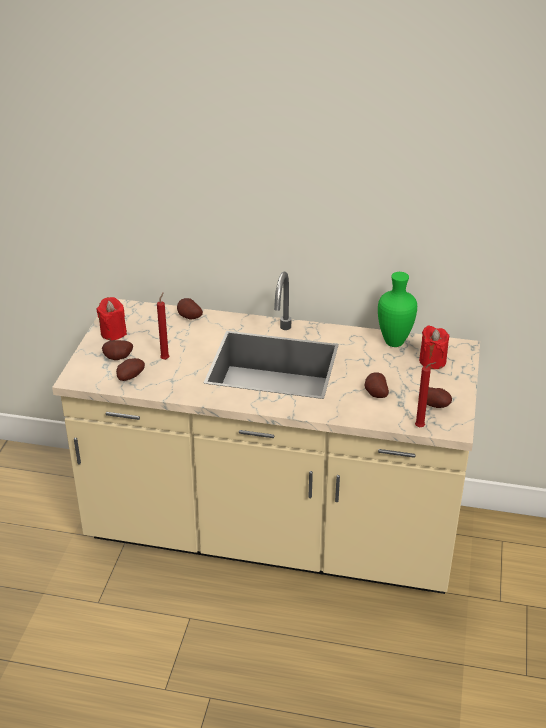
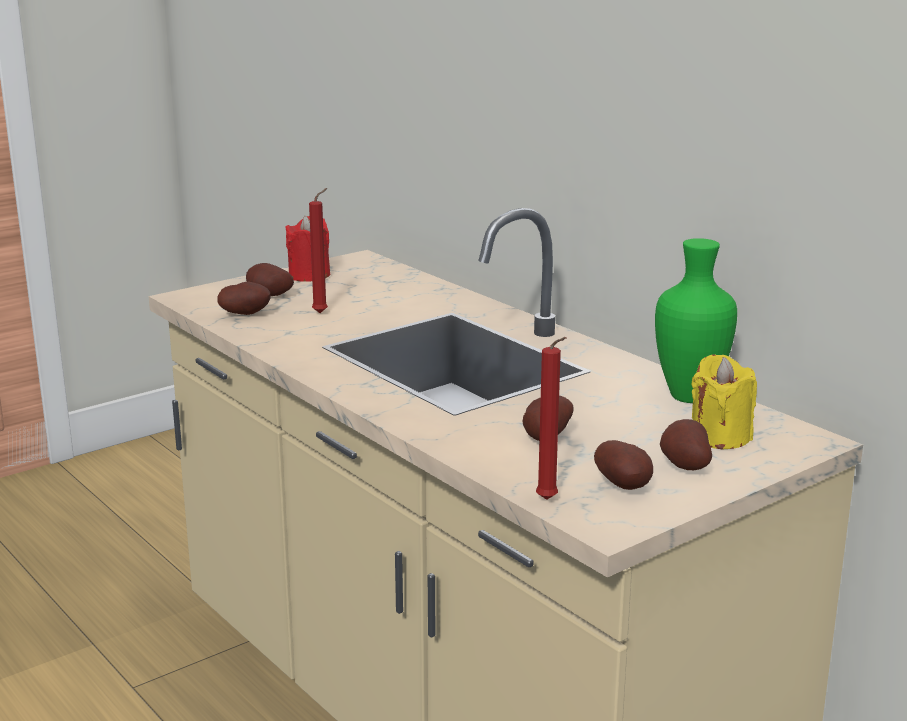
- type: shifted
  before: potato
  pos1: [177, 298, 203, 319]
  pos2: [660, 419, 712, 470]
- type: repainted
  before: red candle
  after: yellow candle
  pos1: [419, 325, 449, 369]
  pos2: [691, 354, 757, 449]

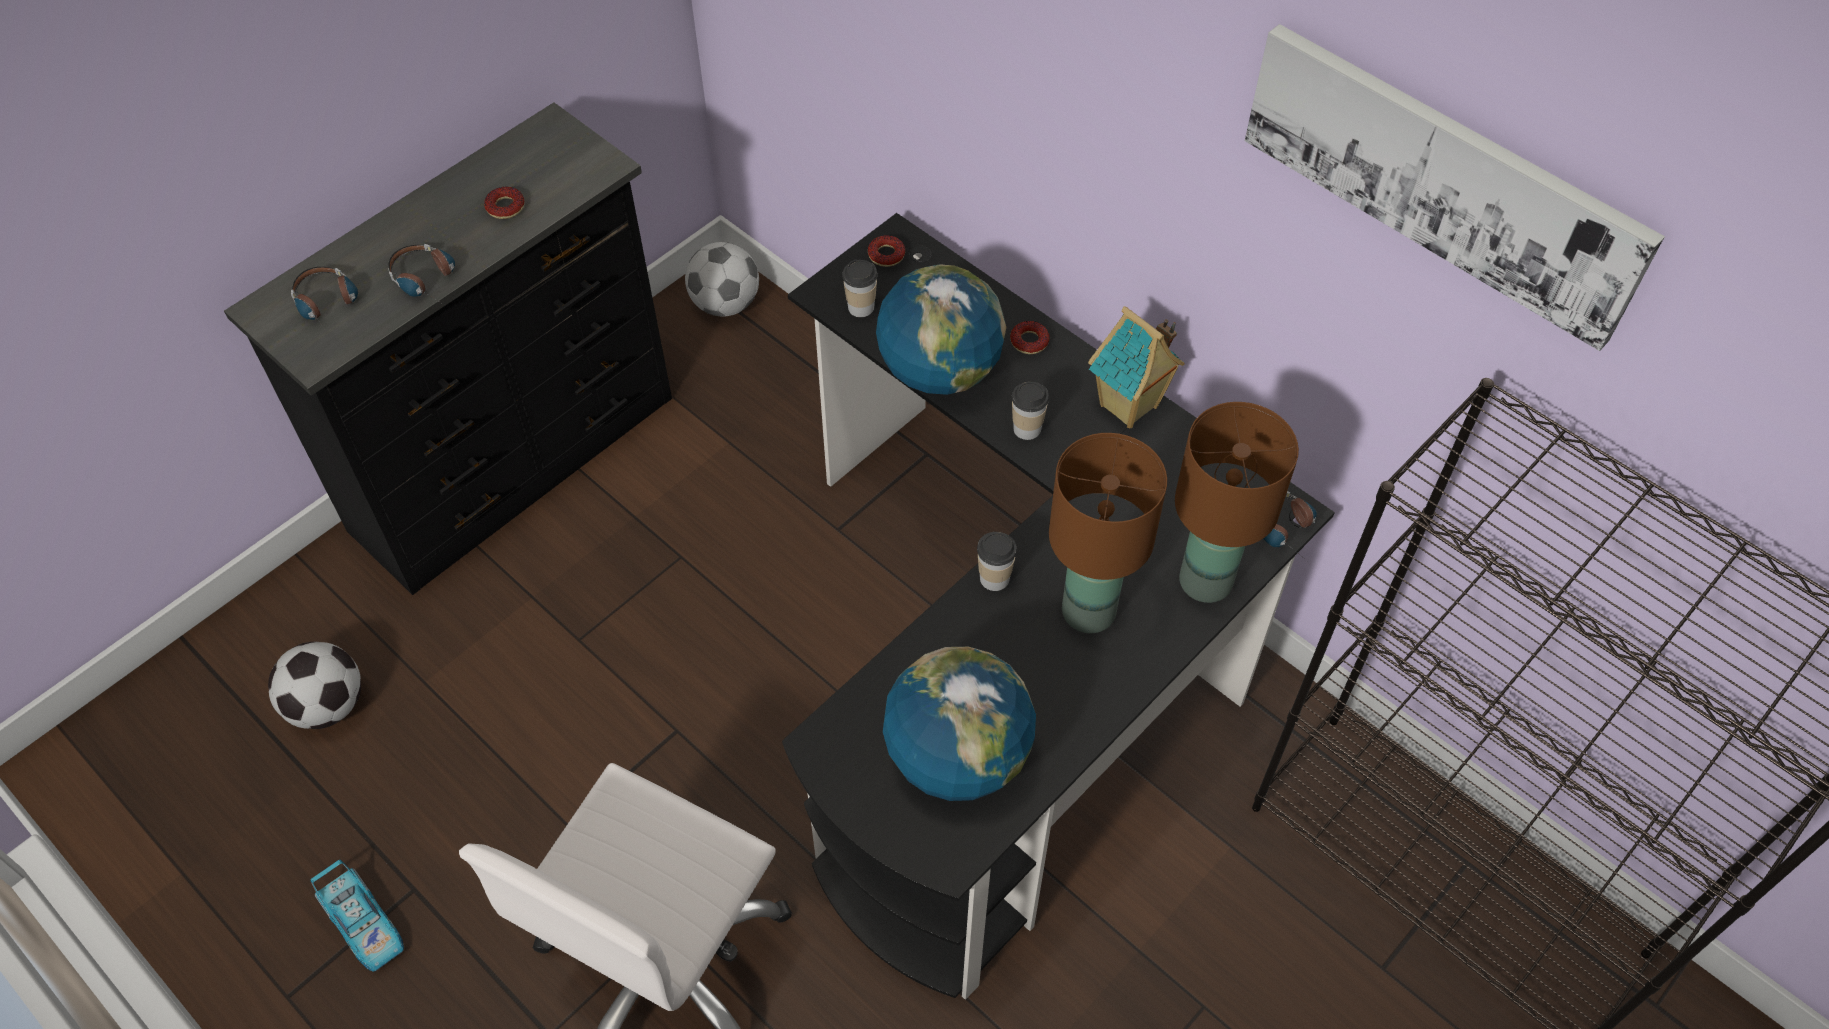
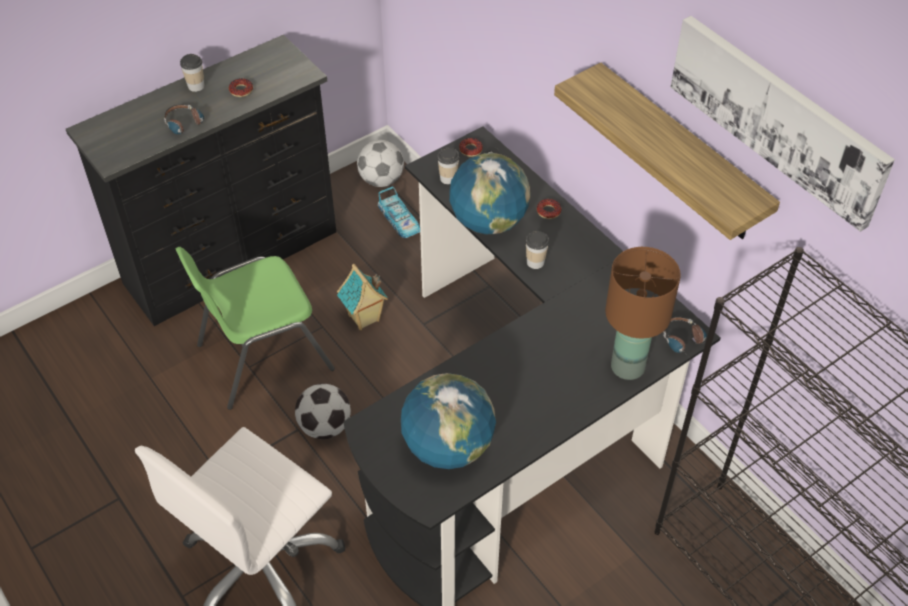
- type: gone
  before: headphones
  pos1: [291, 267, 358, 331]
- type: shifted
  before: toy house
  pos1: [1088, 306, 1185, 428]
  pos2: [337, 264, 388, 330]
- type: gone
  before: brown table lamp
  pos1: [1049, 433, 1167, 634]
- type: shifted
  before: cup
  pos1: [977, 532, 1017, 591]
  pos2: [180, 54, 204, 92]
- type: shifted
  before: football
  pos1: [268, 642, 361, 729]
  pos2: [295, 383, 351, 439]
- type: shifted
  before: toy car
  pos1: [310, 860, 404, 972]
  pos2: [378, 186, 420, 238]
- type: new
  after: shelf
  pos2: [554, 63, 780, 240]
- type: new
  after: green chair
  pos2: [176, 247, 335, 410]

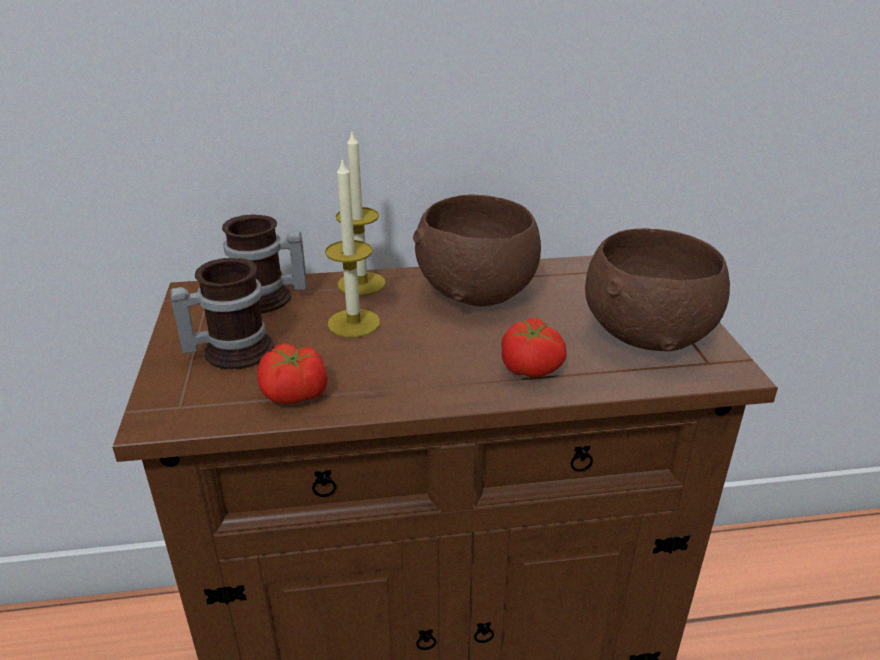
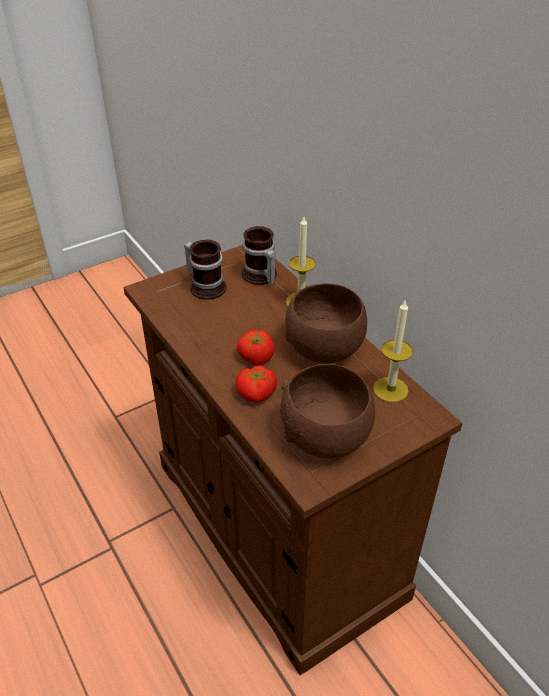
- type: shifted
  before: candle
  pos1: [325, 158, 380, 337]
  pos2: [373, 299, 413, 403]
- type: shifted
  before: tomato
  pos1: [257, 344, 328, 404]
  pos2: [237, 330, 275, 366]

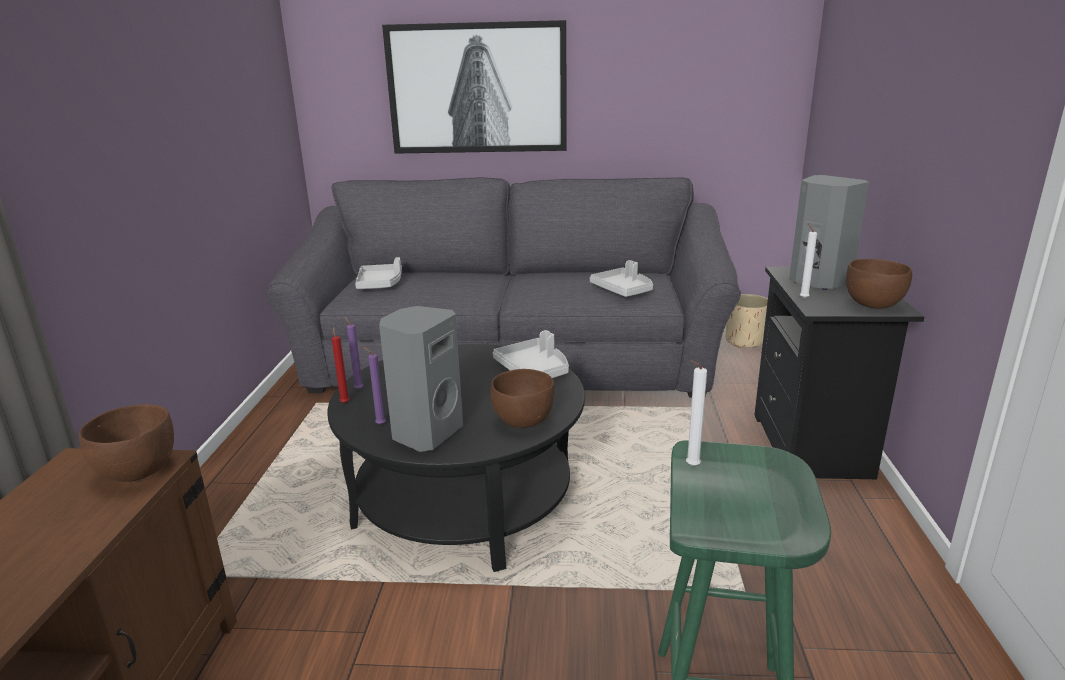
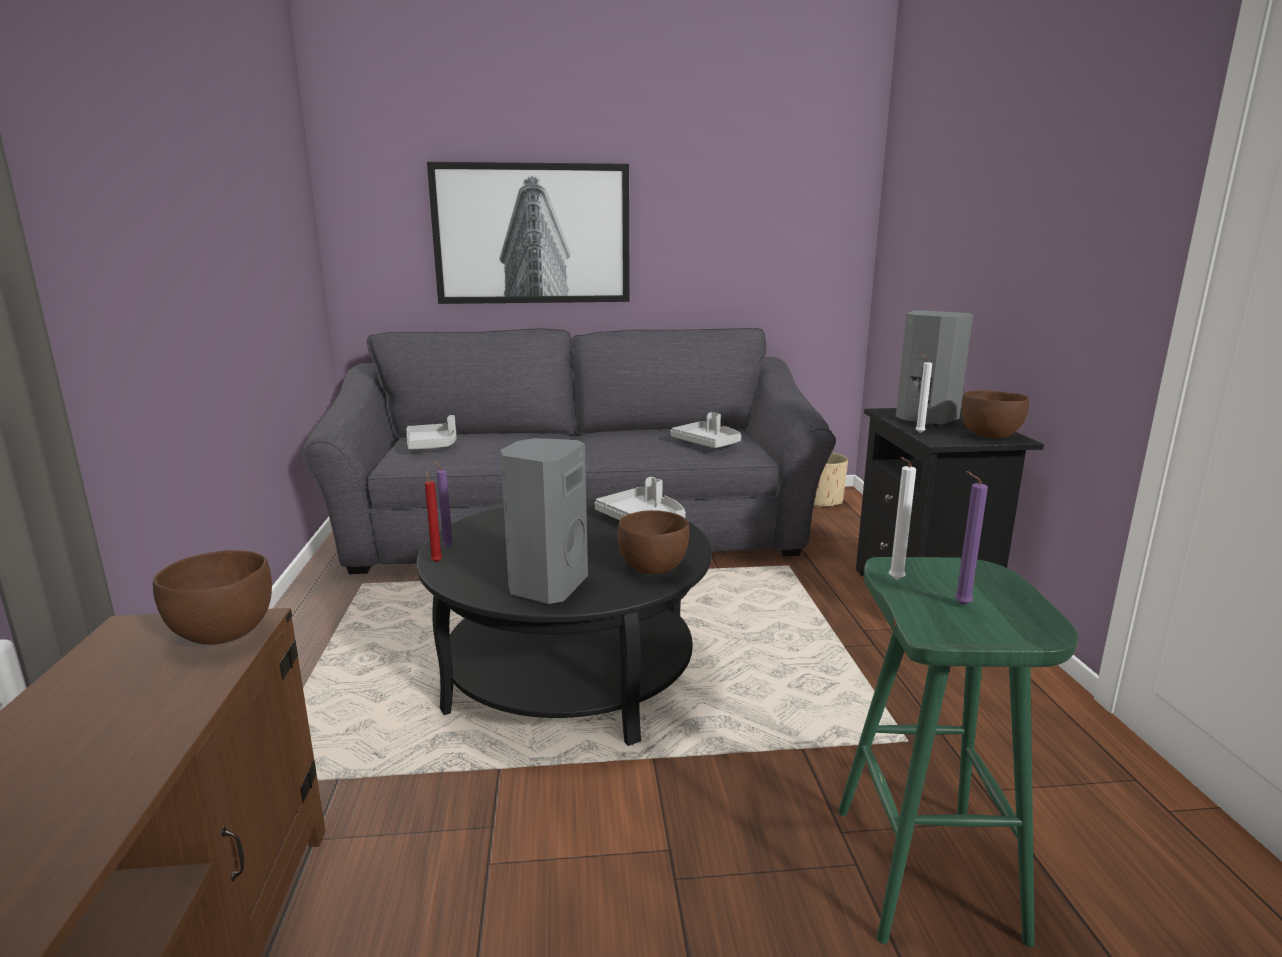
- type: shifted
  before: purple candle
  pos1: [363, 347, 386, 425]
  pos2: [954, 471, 988, 605]

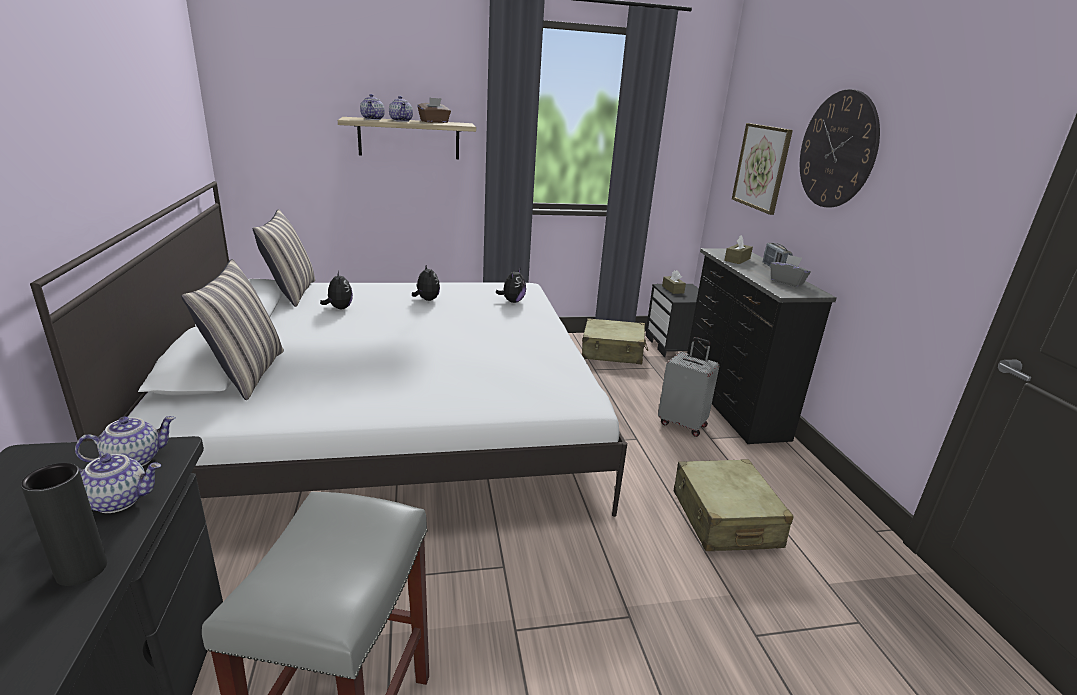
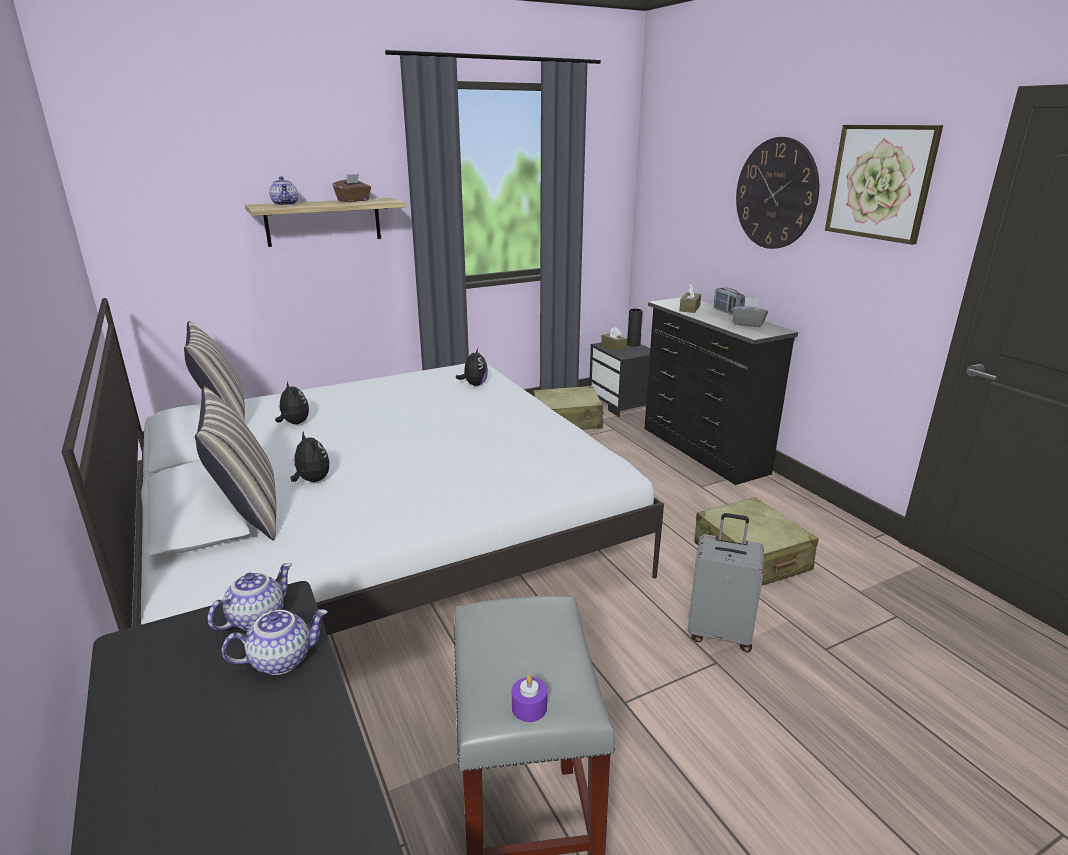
- type: gone
  before: teapot
  pos1: [389, 96, 413, 122]
- type: shifted
  before: picture
  pos1: [732, 123, 793, 215]
  pos2: [825, 125, 943, 245]
- type: shifted
  before: plush toy
  pos1: [412, 264, 440, 301]
  pos2: [291, 432, 330, 482]
- type: shifted
  before: grey suitcase
  pos1: [658, 337, 719, 437]
  pos2: [687, 513, 764, 653]
- type: shifted
  before: black vase
  pos1: [21, 463, 107, 586]
  pos2: [627, 308, 643, 347]
- type: new
  after: purple candle
  pos2: [512, 675, 547, 722]

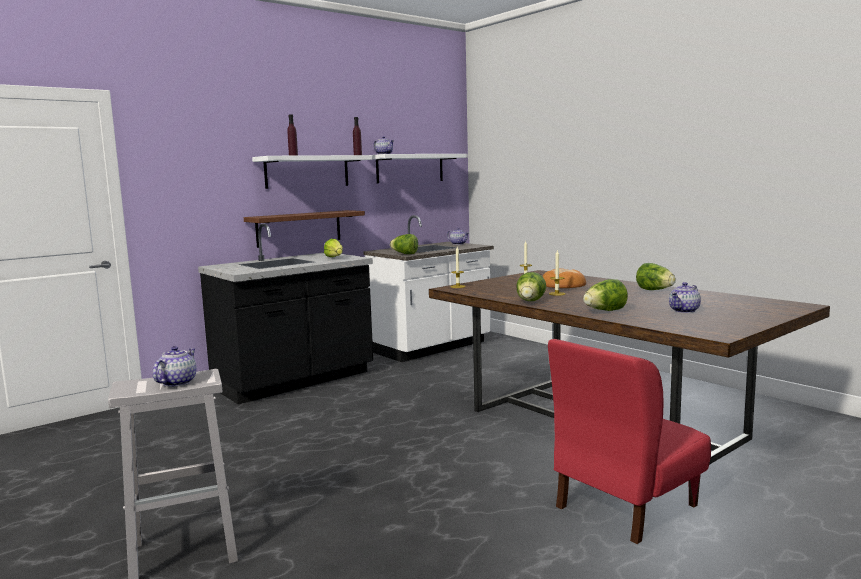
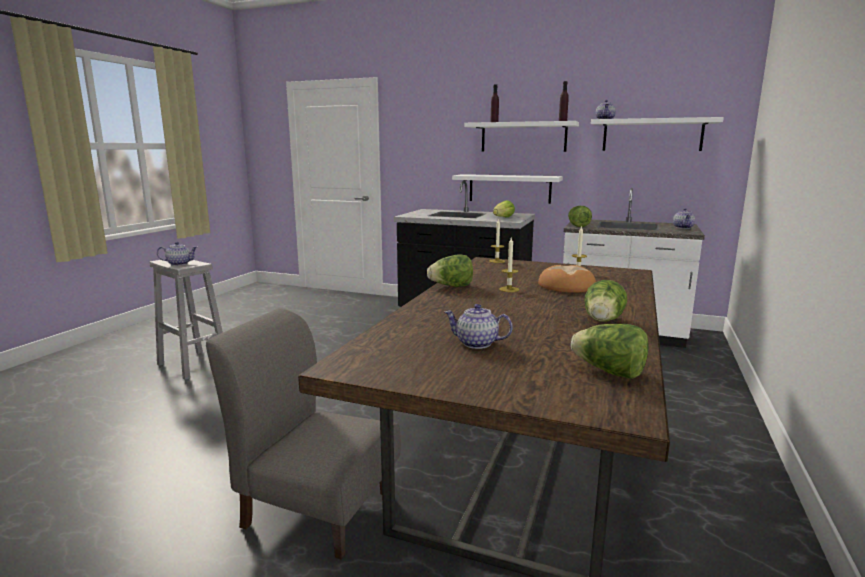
- type: repainted
  before: brown shelf
  after: white shelf
  pos1: [244, 210, 365, 248]
  pos2: [452, 174, 563, 204]
- type: shifted
  before: lettuce
  pos1: [583, 279, 628, 311]
  pos2: [571, 324, 648, 379]
- type: repainted
  before: red chair
  after: grey chair
  pos1: [548, 339, 711, 544]
  pos2: [206, 308, 401, 560]

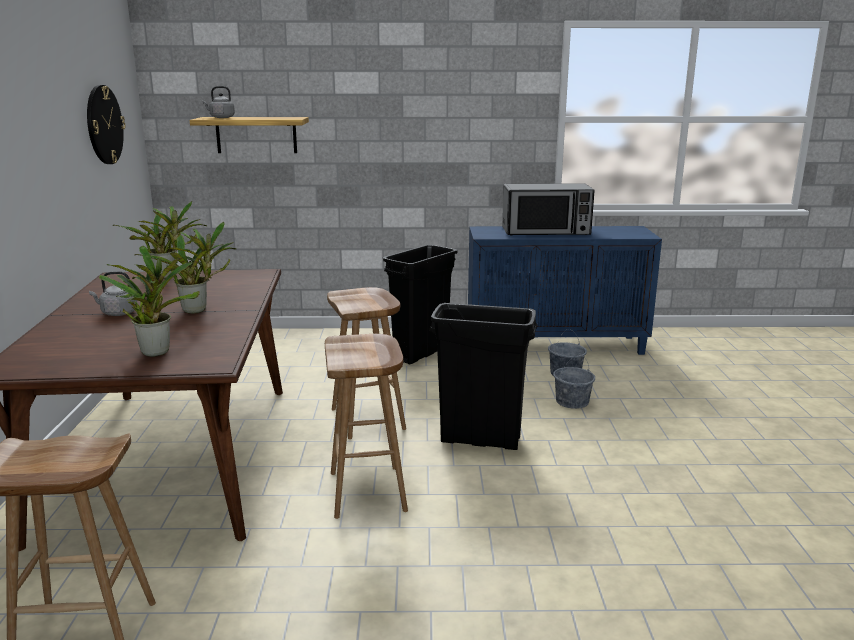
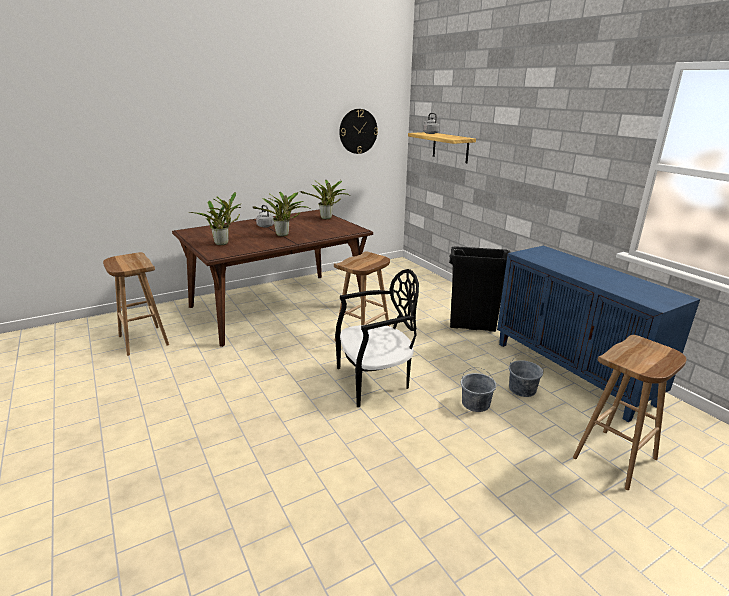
- type: gone
  before: microwave
  pos1: [502, 183, 595, 236]
- type: swapped
  before: black trash can
  after: black chair
  pos1: [429, 303, 537, 450]
  pos2: [335, 269, 419, 407]
- type: shifted
  before: brown stool
  pos1: [325, 334, 408, 519]
  pos2: [573, 335, 687, 490]

